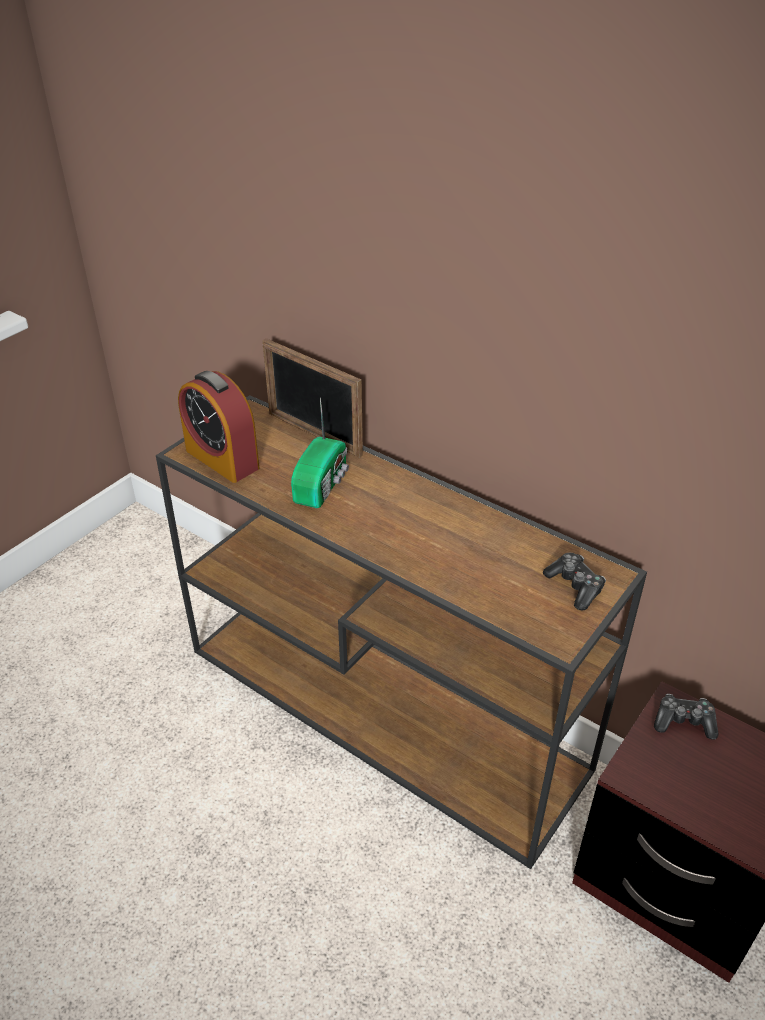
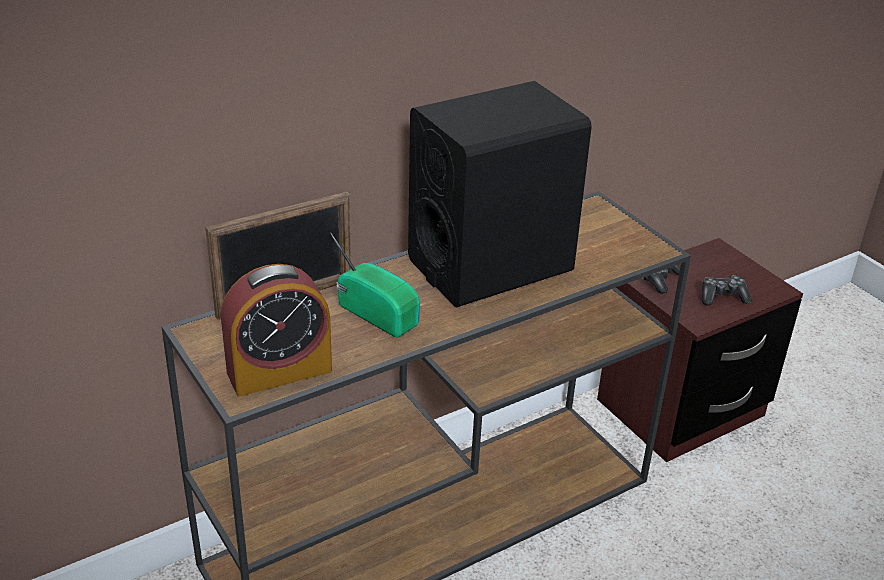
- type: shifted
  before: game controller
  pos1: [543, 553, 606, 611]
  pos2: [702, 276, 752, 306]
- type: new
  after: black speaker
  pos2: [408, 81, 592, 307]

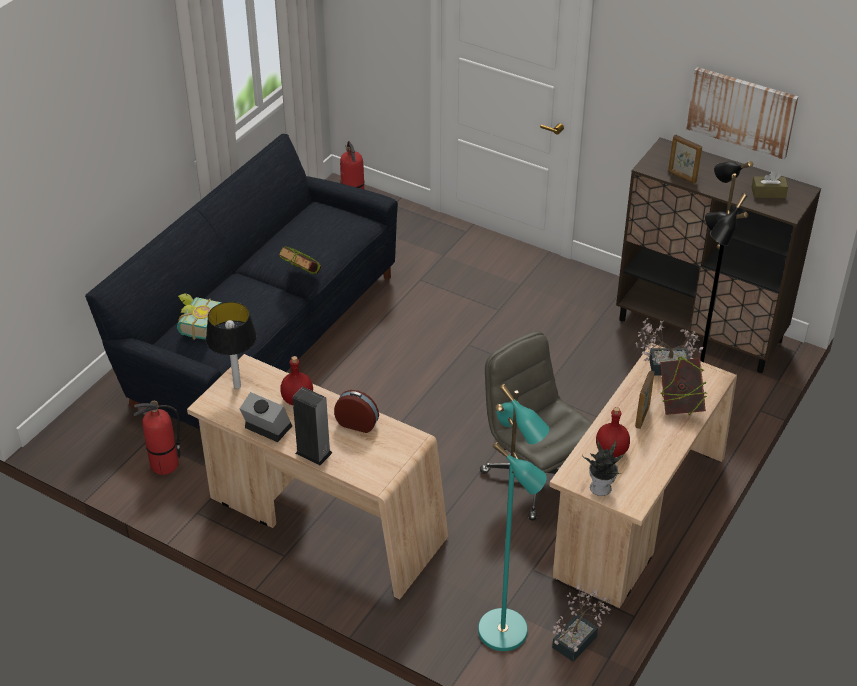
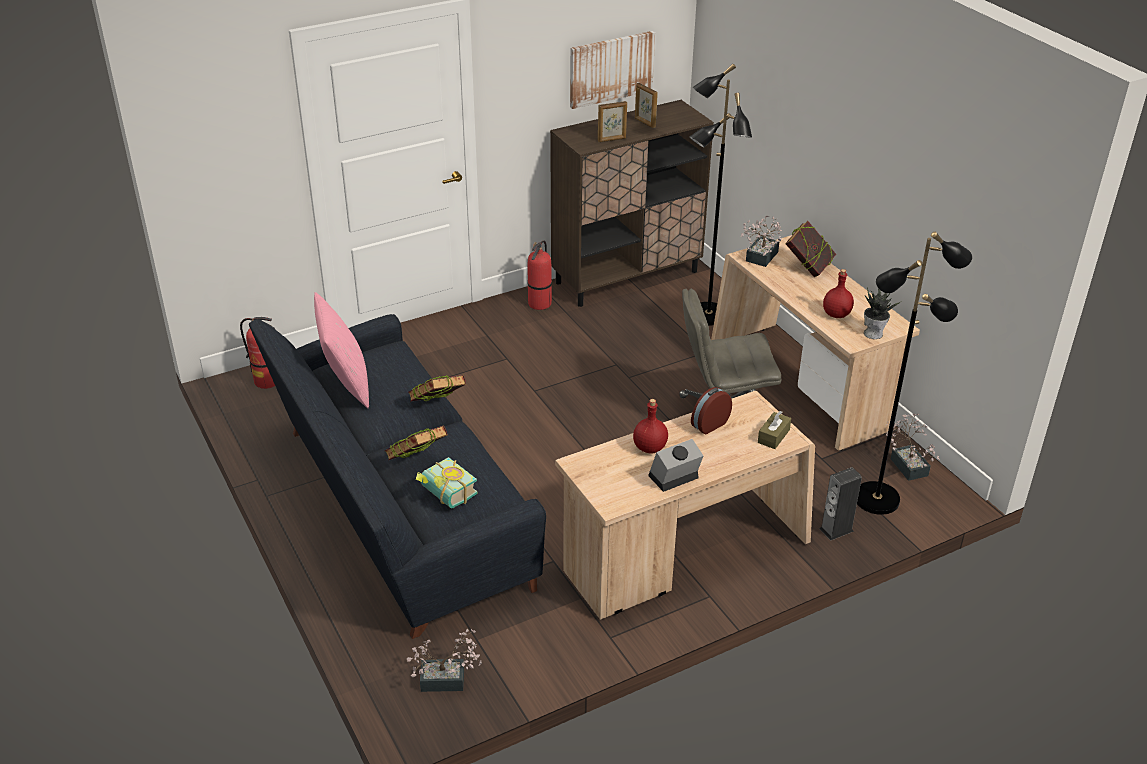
- type: shifted
  before: brown tissue box
  pos1: [751, 171, 788, 198]
  pos2: [758, 411, 791, 449]
- type: gone
  before: table lamp
  pos1: [206, 302, 257, 389]
- type: shifted
  before: picture frame
  pos1: [635, 371, 655, 429]
  pos2: [635, 83, 658, 128]
- type: repainted
  before: turquoise floor lamp
  after: black floor lamp
  pos1: [478, 384, 549, 651]
  pos2: [857, 232, 972, 515]
- type: shifted
  before: speaker
  pos1: [293, 387, 332, 466]
  pos2: [819, 467, 862, 540]
- type: shifted
  before: fire extinguisher
  pos1: [134, 401, 181, 475]
  pos2: [527, 240, 552, 310]
- type: new
  after: pink pillow
  pos2: [314, 292, 369, 408]
- type: new
  after: book
  pos2: [385, 425, 448, 460]
- type: new
  after: potted plant
  pos2: [407, 629, 482, 692]

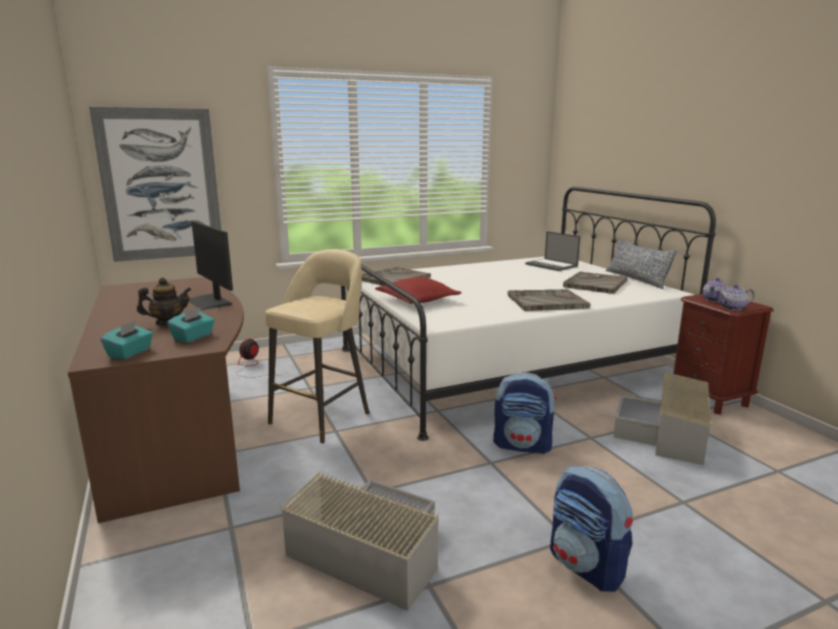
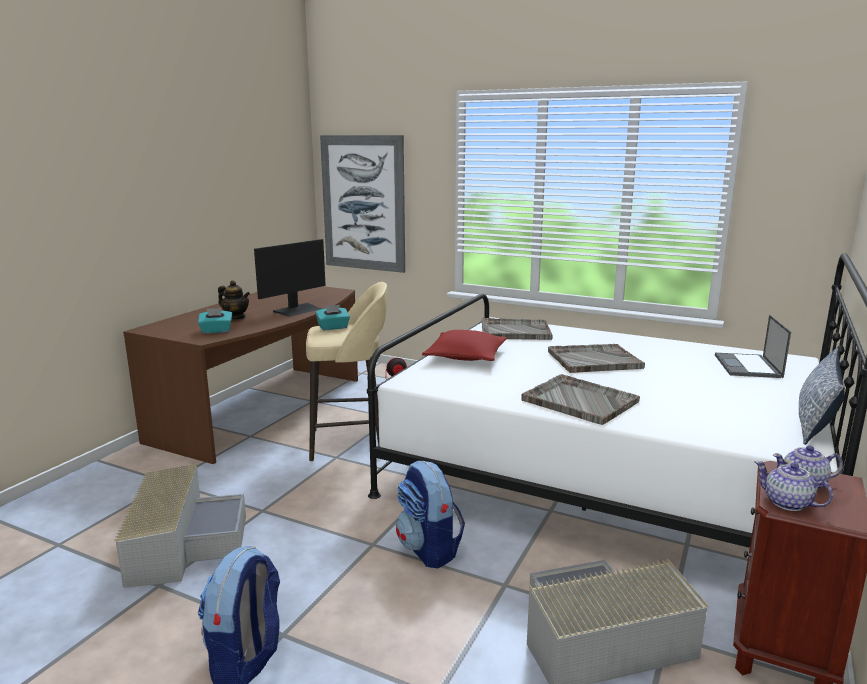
- type: rotated
  before: monitor
  pos1: [188, 221, 233, 310]
  pos2: [254, 239, 326, 317]
  turn: -150
- type: shifted
  before: grey tray
  pos1: [563, 272, 627, 294]
  pos2: [548, 344, 645, 373]
- type: shifted
  before: turquoise tissue box
  pos1: [101, 321, 153, 360]
  pos2: [315, 305, 350, 330]

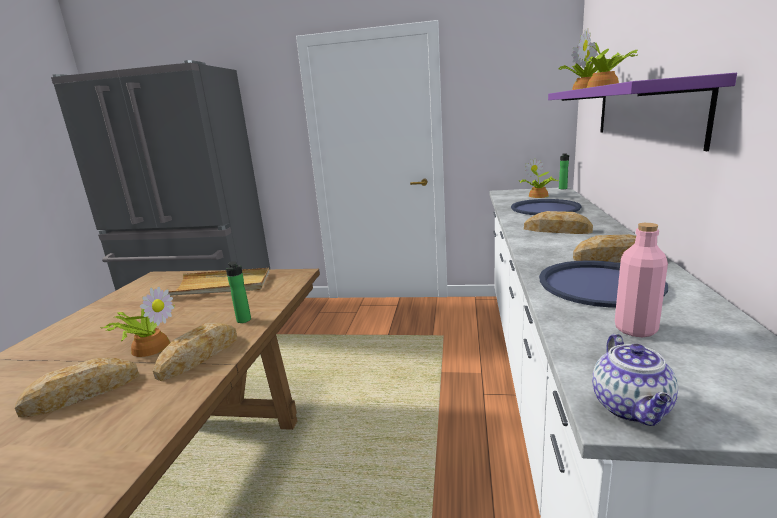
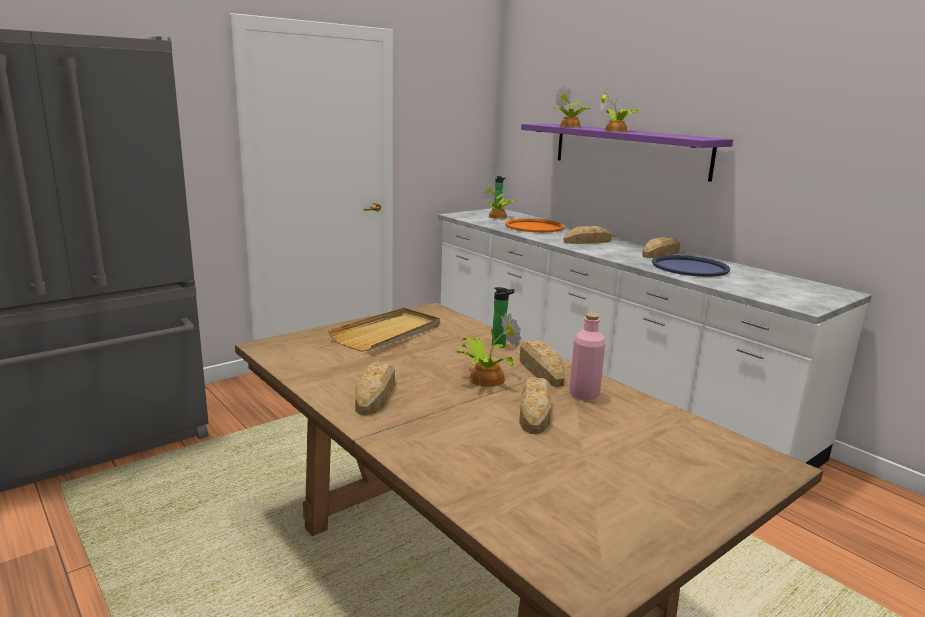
- type: repainted
  before: blue tray
  after: orange tray
  pos1: [511, 199, 582, 215]
  pos2: [505, 219, 565, 233]
- type: shifted
  before: pink bottle
  pos1: [615, 223, 668, 337]
  pos2: [569, 313, 605, 400]
- type: gone
  before: teapot
  pos1: [592, 334, 678, 426]
- type: new
  after: bread
  pos2: [355, 362, 395, 416]

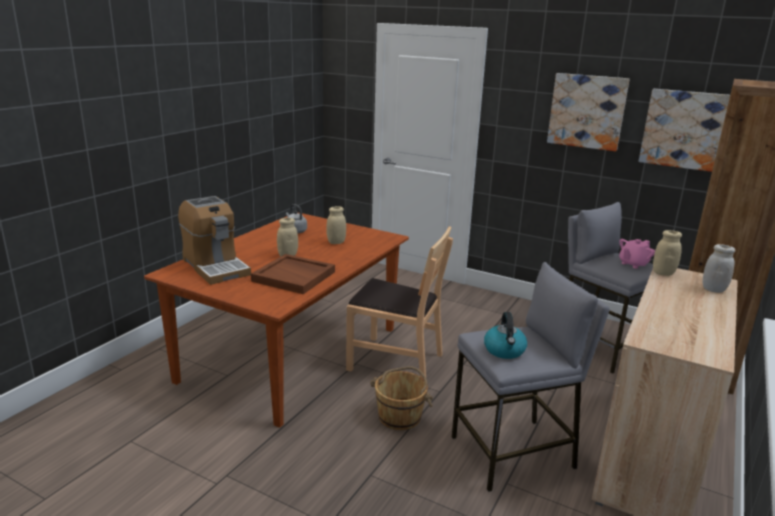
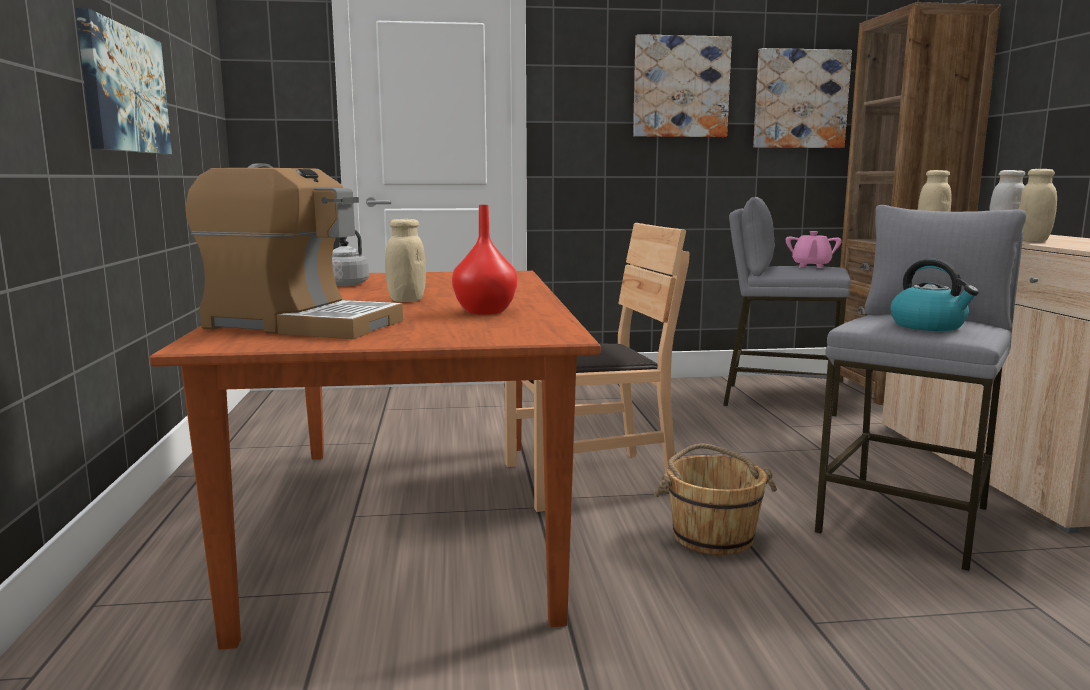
- type: shifted
  before: beige jar
  pos1: [326, 206, 346, 244]
  pos2: [1019, 169, 1057, 242]
- type: swapped
  before: brown tray
  after: red vase
  pos1: [251, 254, 335, 294]
  pos2: [452, 205, 517, 315]
- type: new
  after: picture
  pos2: [75, 8, 172, 154]

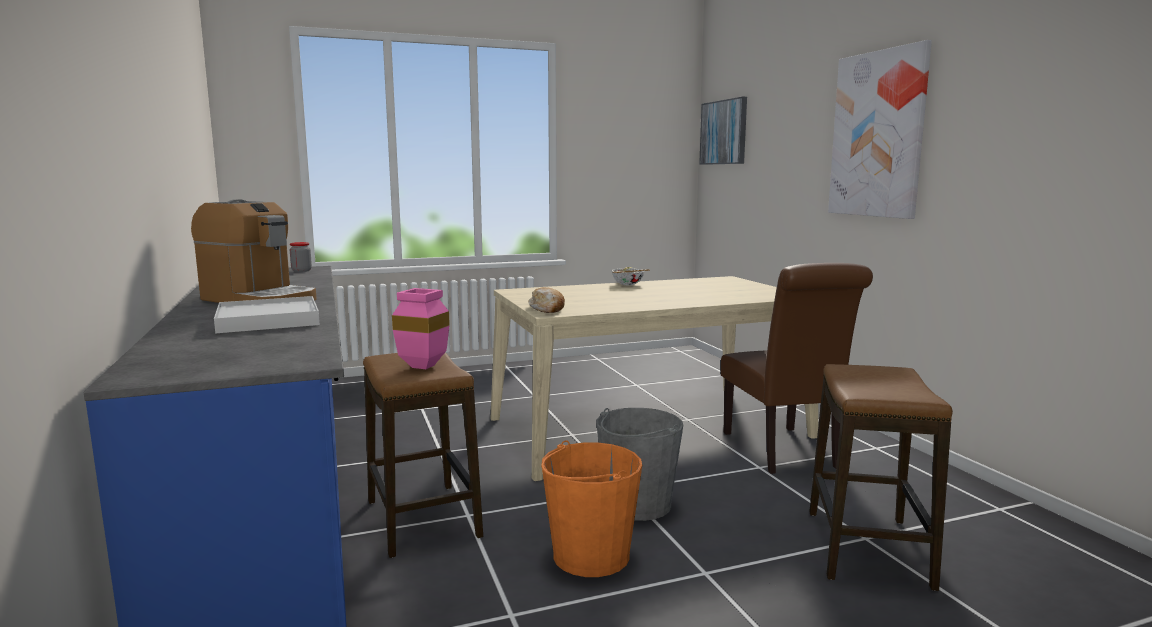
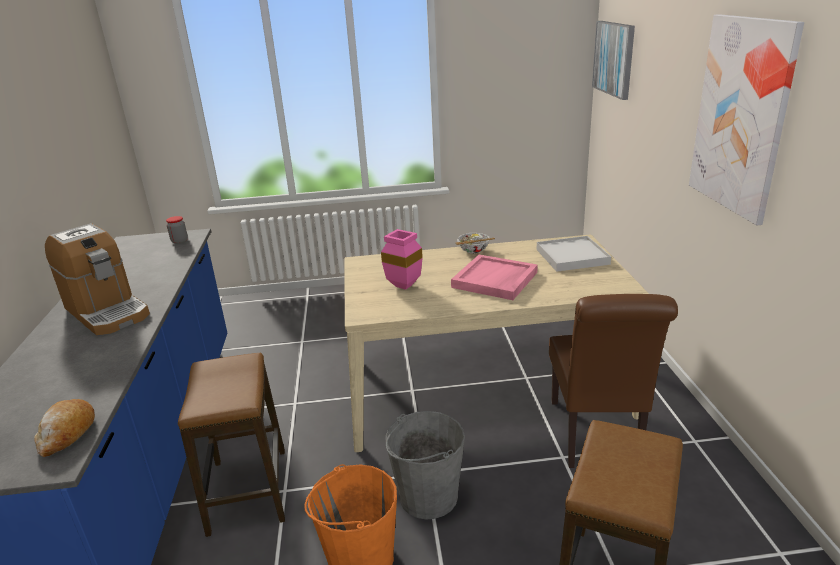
- type: shifted
  before: bread
  pos1: [528, 287, 565, 313]
  pos2: [34, 399, 95, 457]
- type: shifted
  before: pink vase
  pos1: [392, 288, 450, 369]
  pos2: [381, 229, 423, 290]
- type: shifted
  before: white tray
  pos1: [214, 296, 320, 333]
  pos2: [537, 236, 611, 272]
- type: new
  after: pink tray
  pos2: [451, 255, 538, 300]

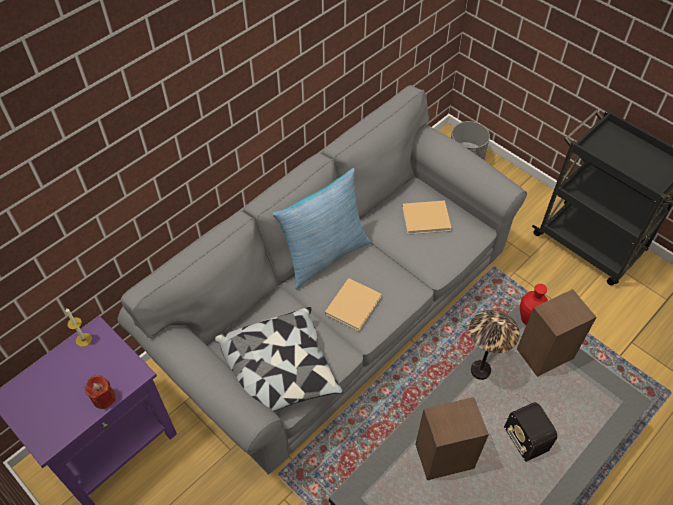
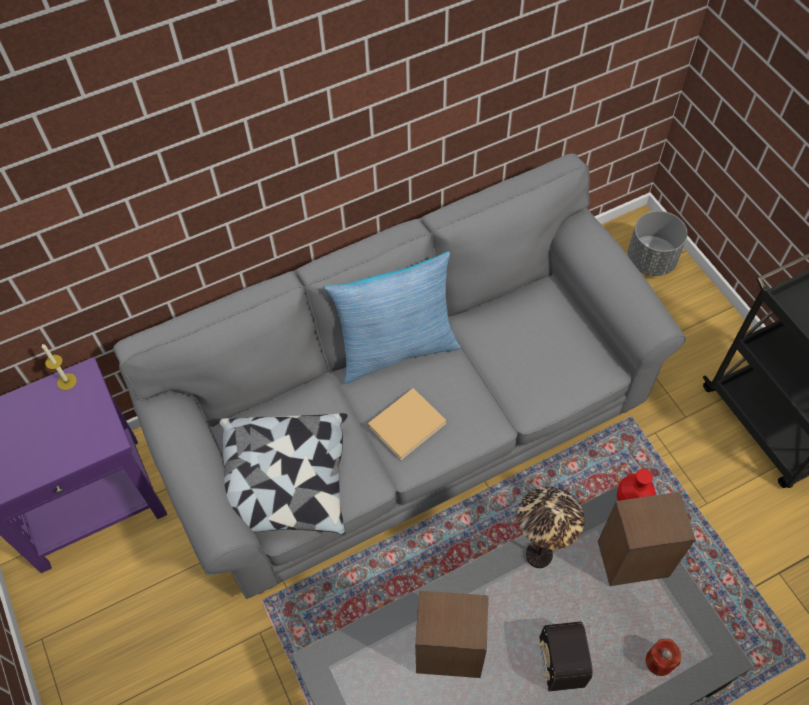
- type: gone
  before: beige book
  pos1: [402, 200, 451, 235]
- type: shifted
  before: red candle
  pos1: [85, 375, 116, 409]
  pos2: [646, 639, 681, 676]

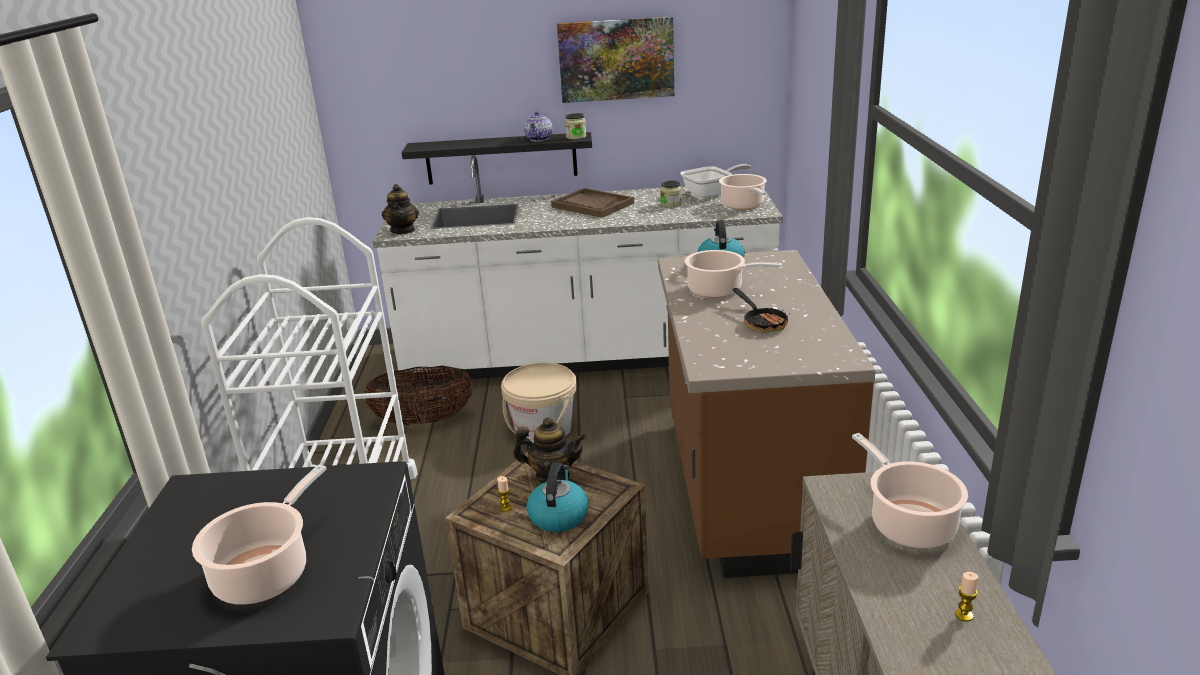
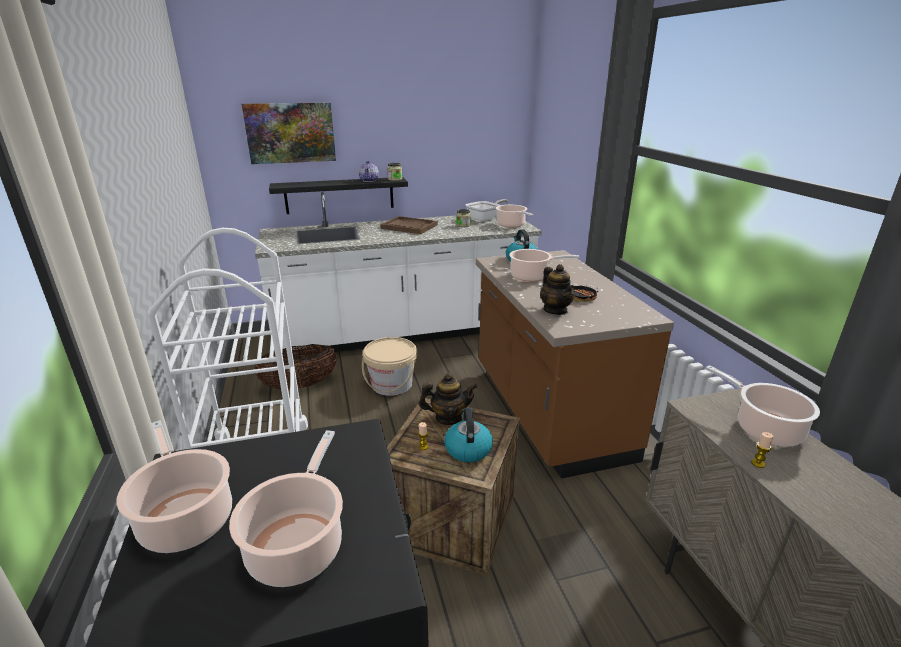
- type: shifted
  before: picture
  pos1: [557, 16, 674, 103]
  pos2: [242, 102, 336, 164]
- type: shifted
  before: teapot
  pos1: [382, 184, 419, 234]
  pos2: [540, 264, 575, 315]
- type: shifted
  before: candle
  pos1: [955, 572, 978, 622]
  pos2: [751, 432, 774, 468]
- type: new
  after: cooking pot
  pos2: [116, 420, 232, 553]

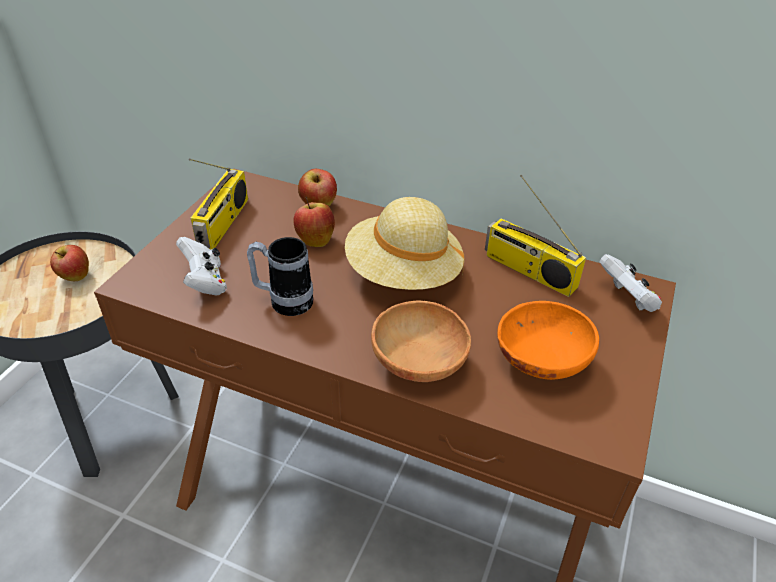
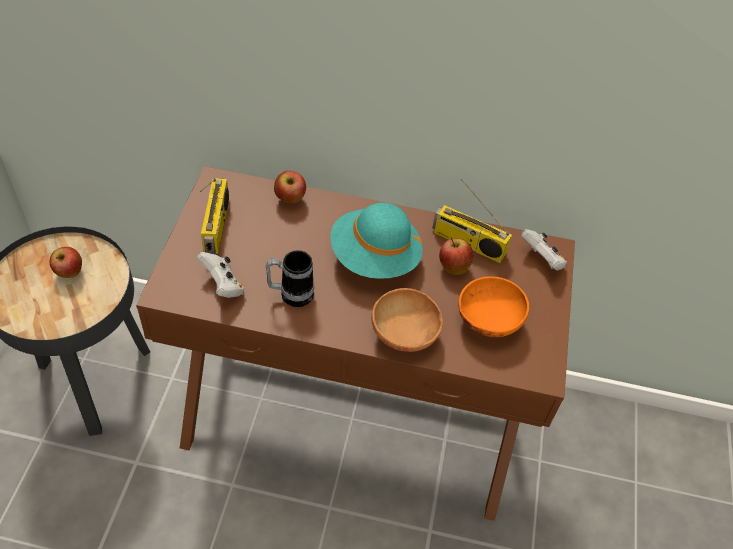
- type: shifted
  before: apple
  pos1: [293, 197, 335, 247]
  pos2: [439, 237, 473, 275]
- type: repainted
  before: beige hat
  after: turquoise hat
  pos1: [345, 197, 465, 290]
  pos2: [330, 203, 423, 279]

